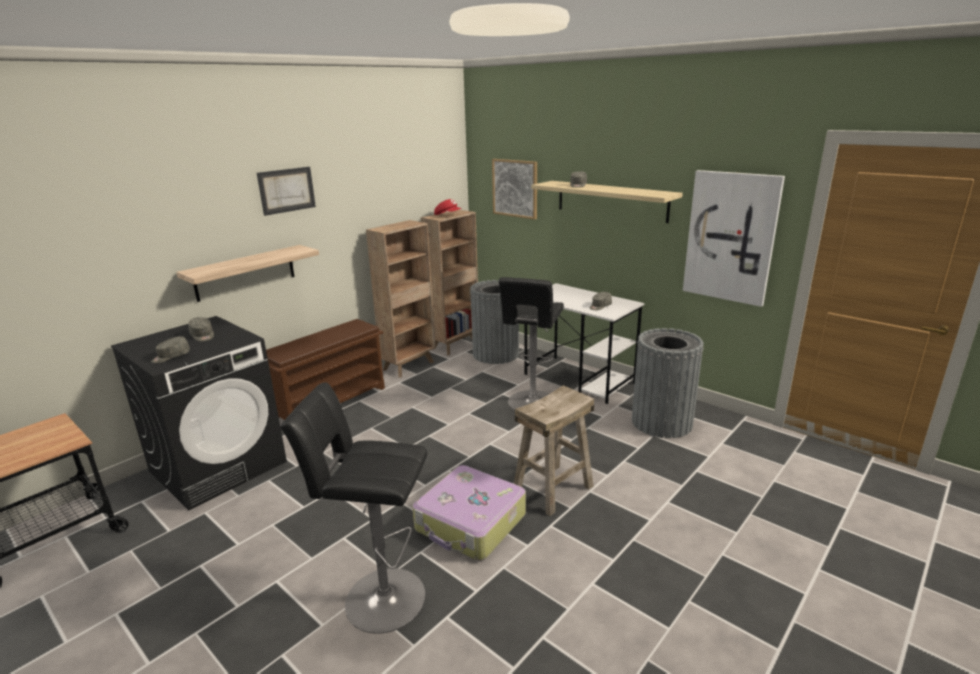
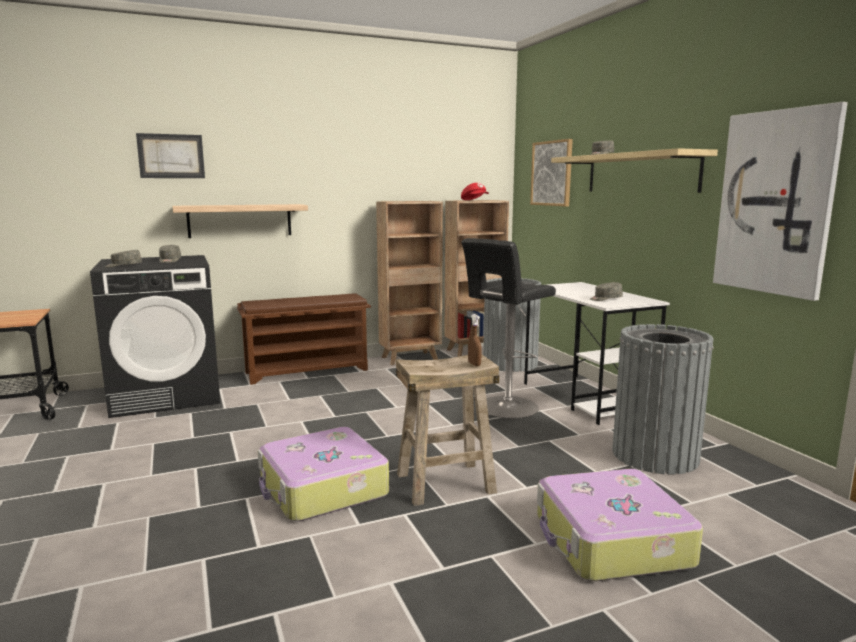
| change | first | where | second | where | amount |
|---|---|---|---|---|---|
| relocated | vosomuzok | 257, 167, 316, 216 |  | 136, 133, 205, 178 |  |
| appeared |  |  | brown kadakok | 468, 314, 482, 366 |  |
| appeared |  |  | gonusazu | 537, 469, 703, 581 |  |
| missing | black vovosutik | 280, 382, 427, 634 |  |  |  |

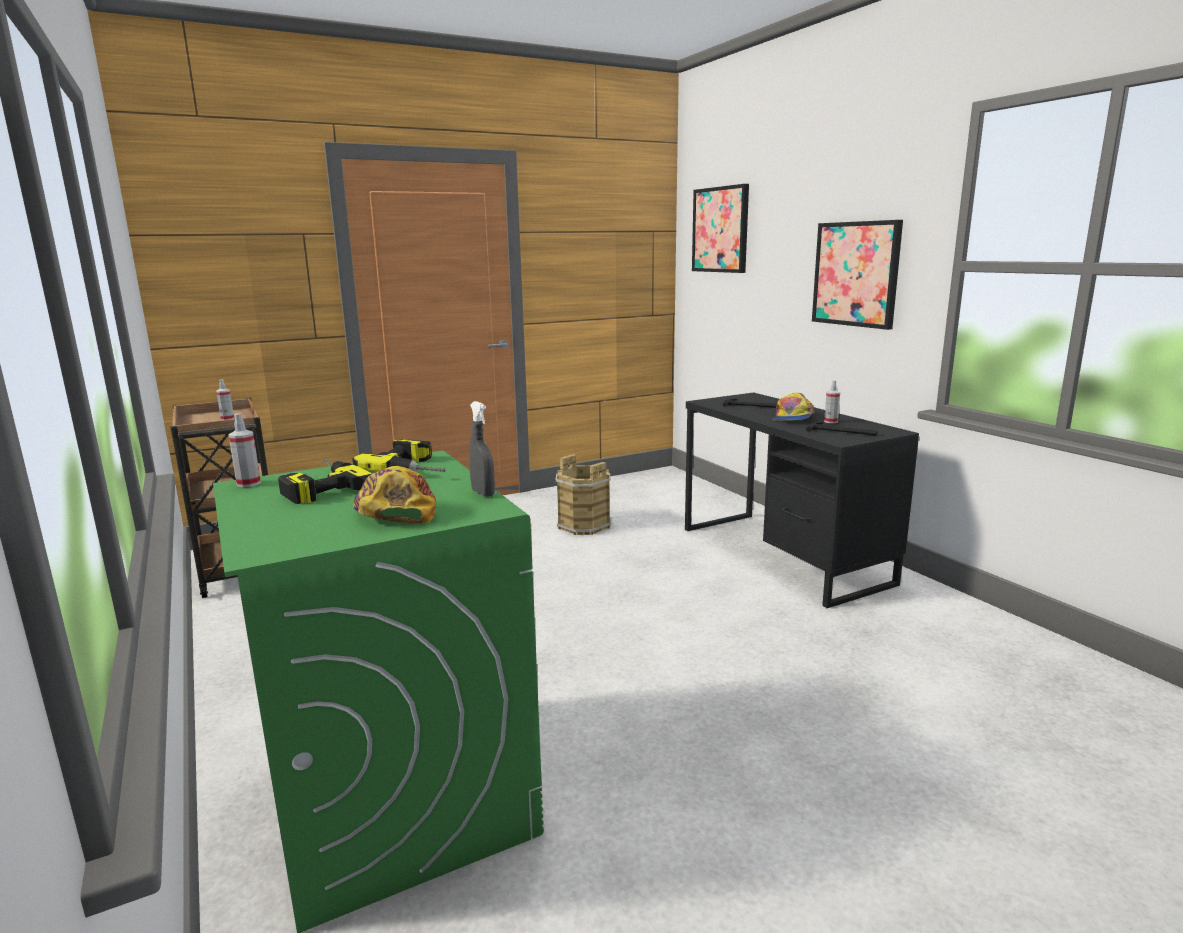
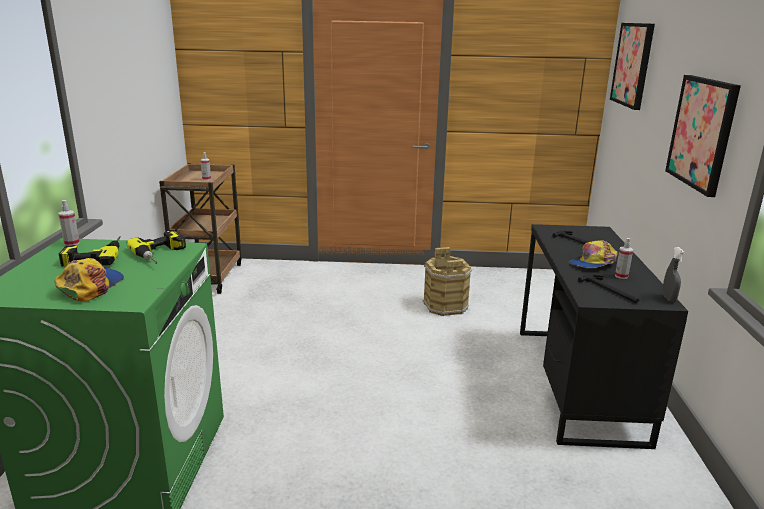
| change | first | where | second | where | amount |
|---|---|---|---|---|---|
| relocated | grey kadakok | 469, 401, 495, 497 |  | 662, 247, 685, 302 |  |

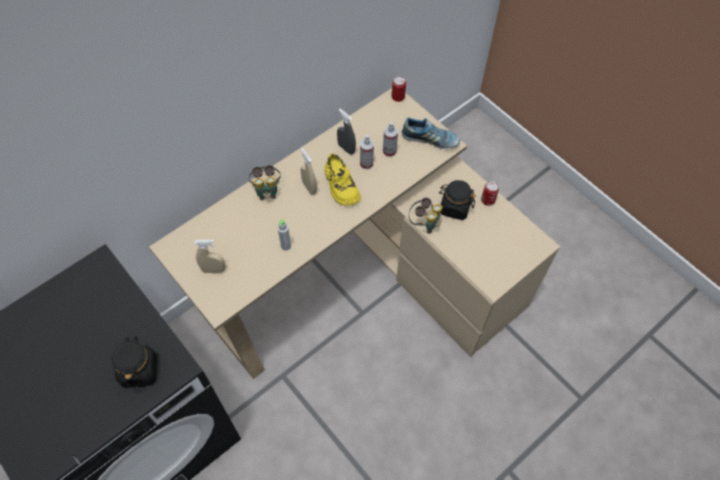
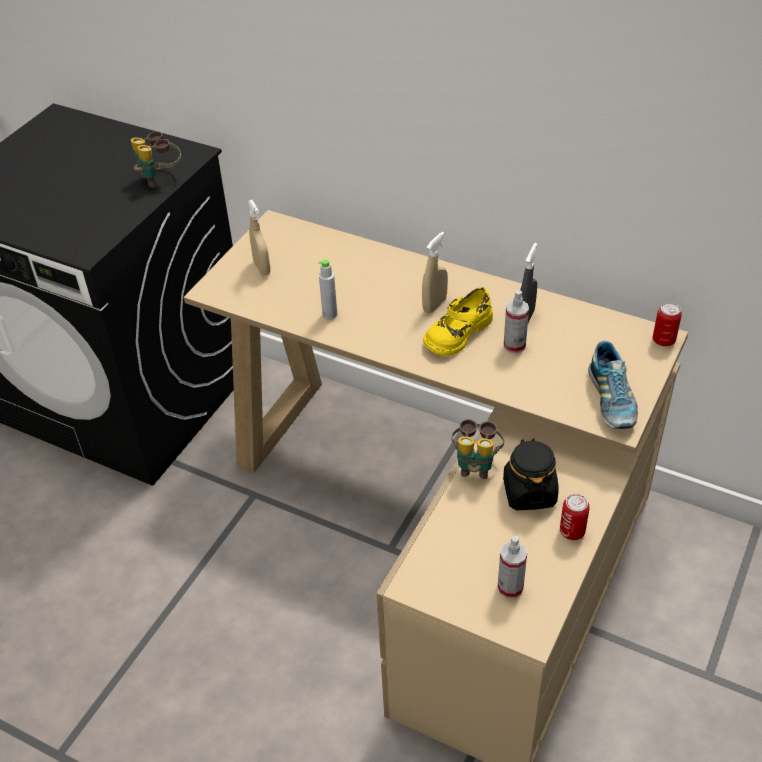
| change | first | where | second | where | amount |
|---|---|---|---|---|---|
| relocated | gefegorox | 248, 165, 281, 200 |  | 131, 131, 182, 188 |  |
| relocated | kadakok | 383, 122, 398, 157 |  | 497, 536, 527, 599 |  |
| missing | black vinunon | 112, 336, 157, 388 |  |  |  |

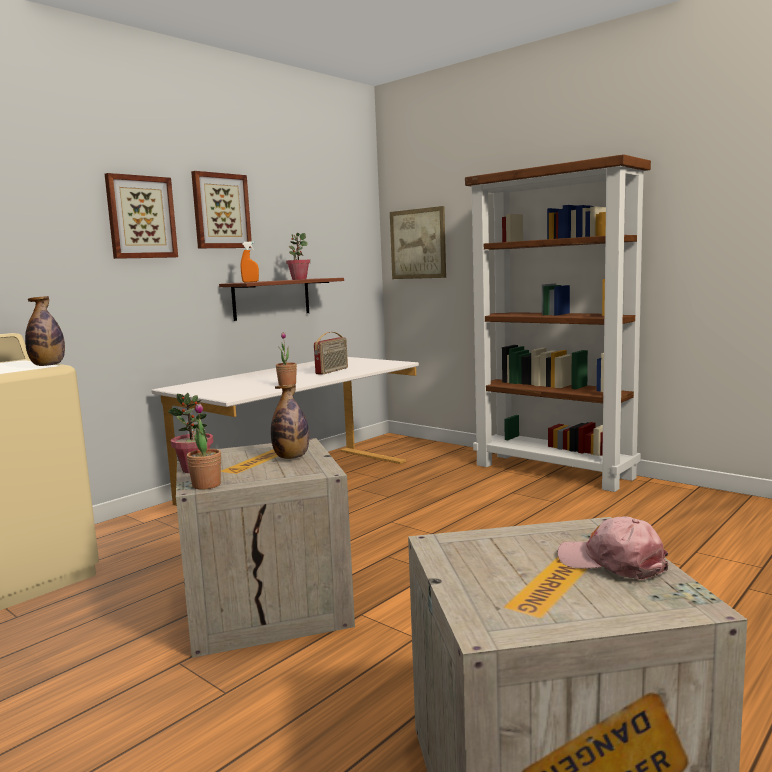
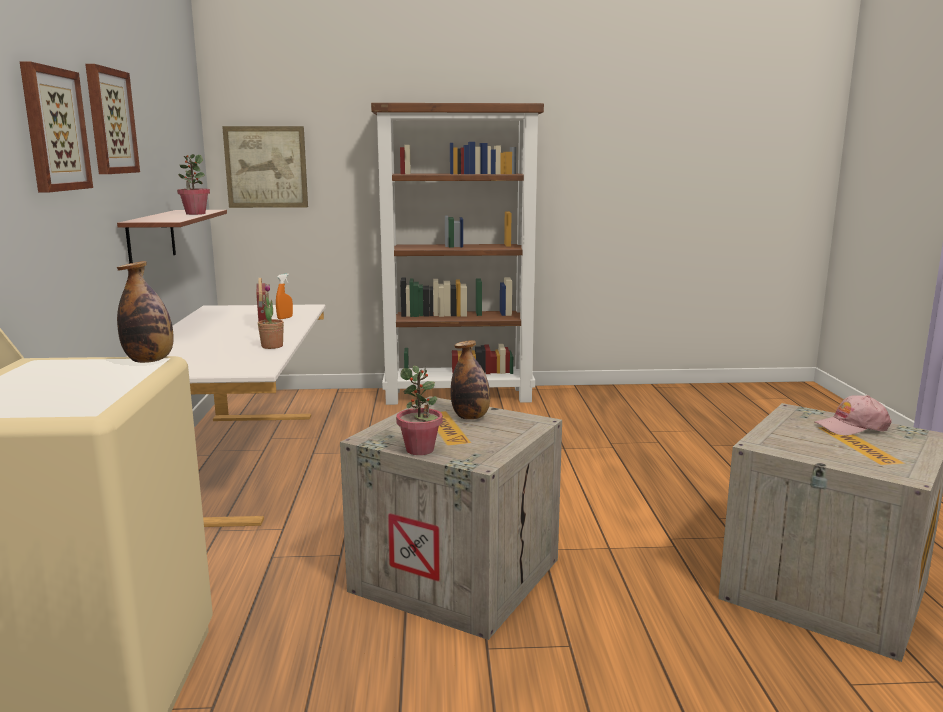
| change | first | where | second | where | amount |
|---|---|---|---|---|---|
| relocated | orange kadakok | 241, 241, 259, 282 |  | 276, 274, 293, 319 |  |
| missing | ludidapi | 187, 403, 221, 490 |  |  |  |

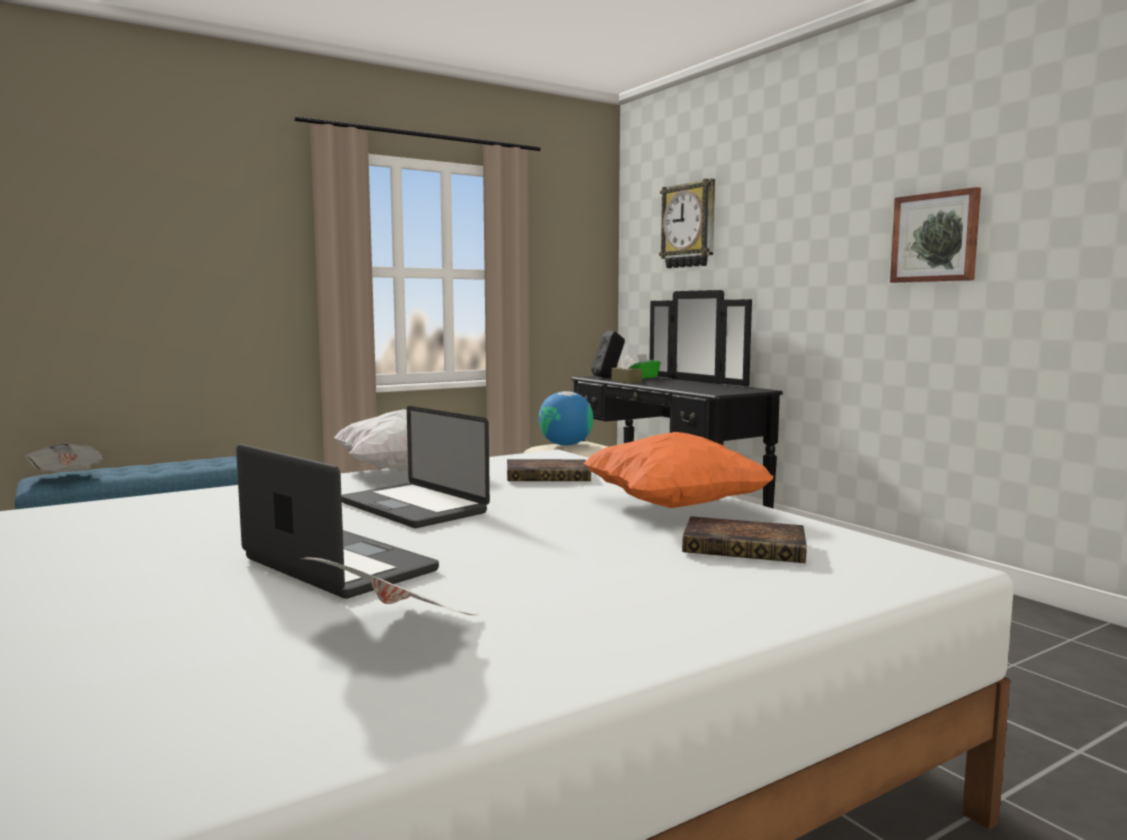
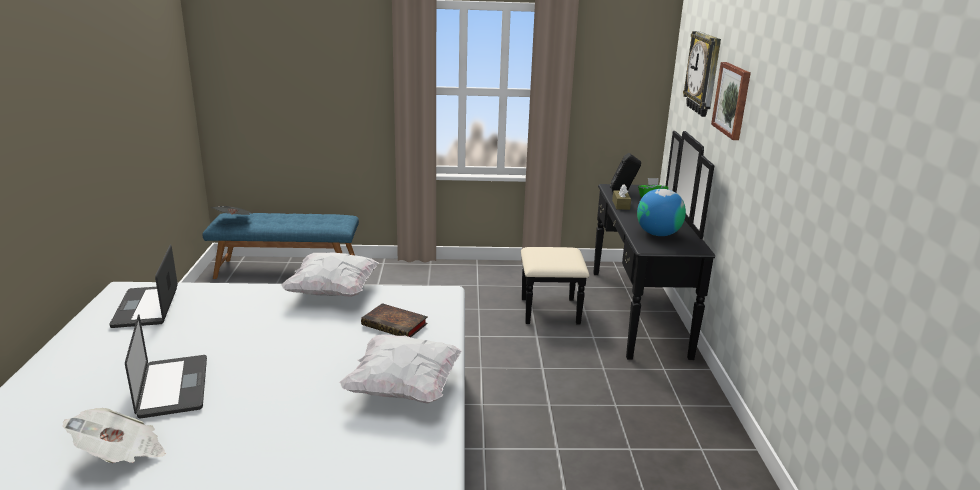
| change | first | where | second | where | amount |
|---|---|---|---|---|---|
| relocated | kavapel | 341, 406, 490, 528 |  | 109, 244, 178, 328 |  |
| colour | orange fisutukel | 584, 432, 773, 508 | white fisutukel | 339, 334, 462, 404 |  |
| relocated | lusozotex | 539, 391, 593, 446 |  | 637, 189, 686, 236 |  |
| relocated | vosomuzok | 890, 187, 981, 283 |  | 711, 62, 751, 140 |  |
| missing | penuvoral | 682, 516, 807, 563 |  |  |  |

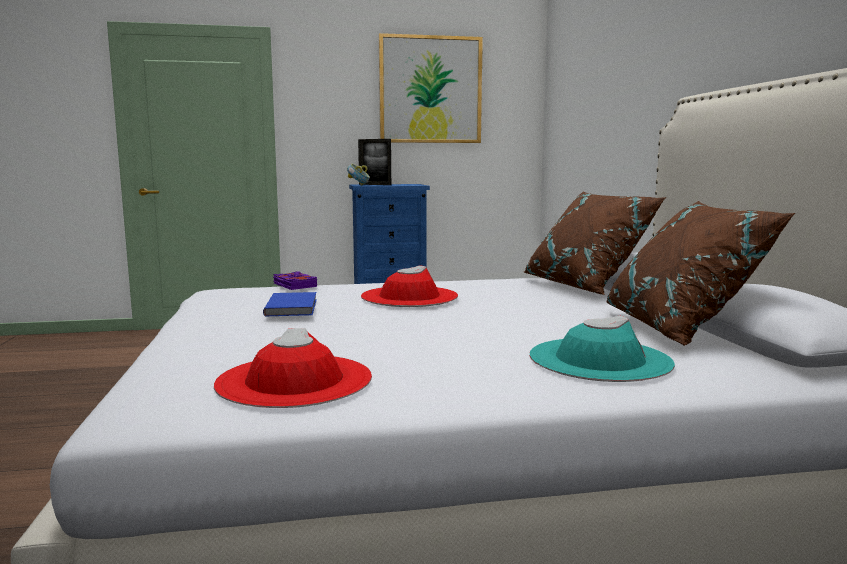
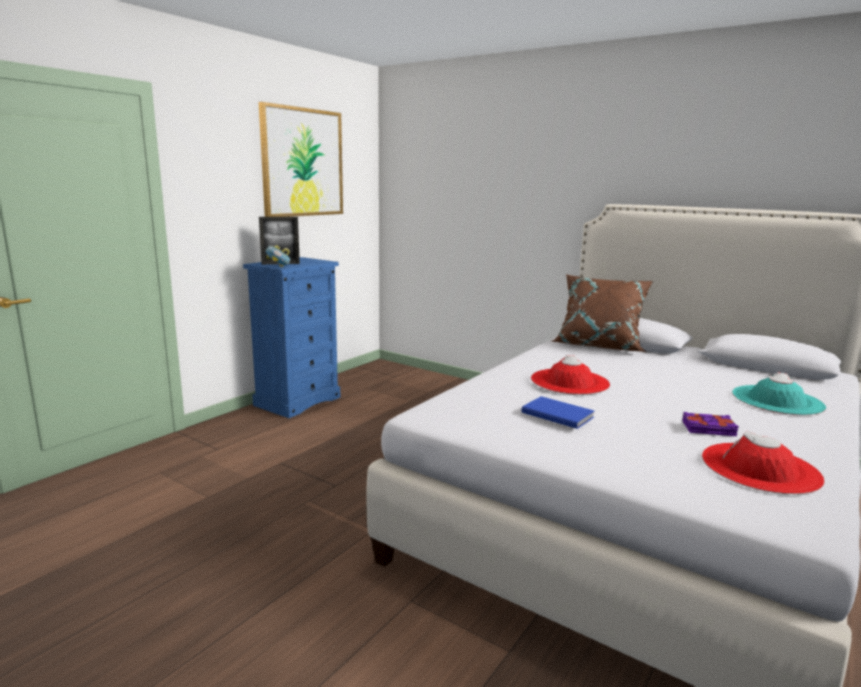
| change | first | where | second | where | amount |
|---|---|---|---|---|---|
| relocated | purple penuvoral | 273, 271, 317, 290 |  | 682, 412, 739, 436 |  |
| missing | brown fisutukel | 607, 201, 795, 346 |  |  |  |

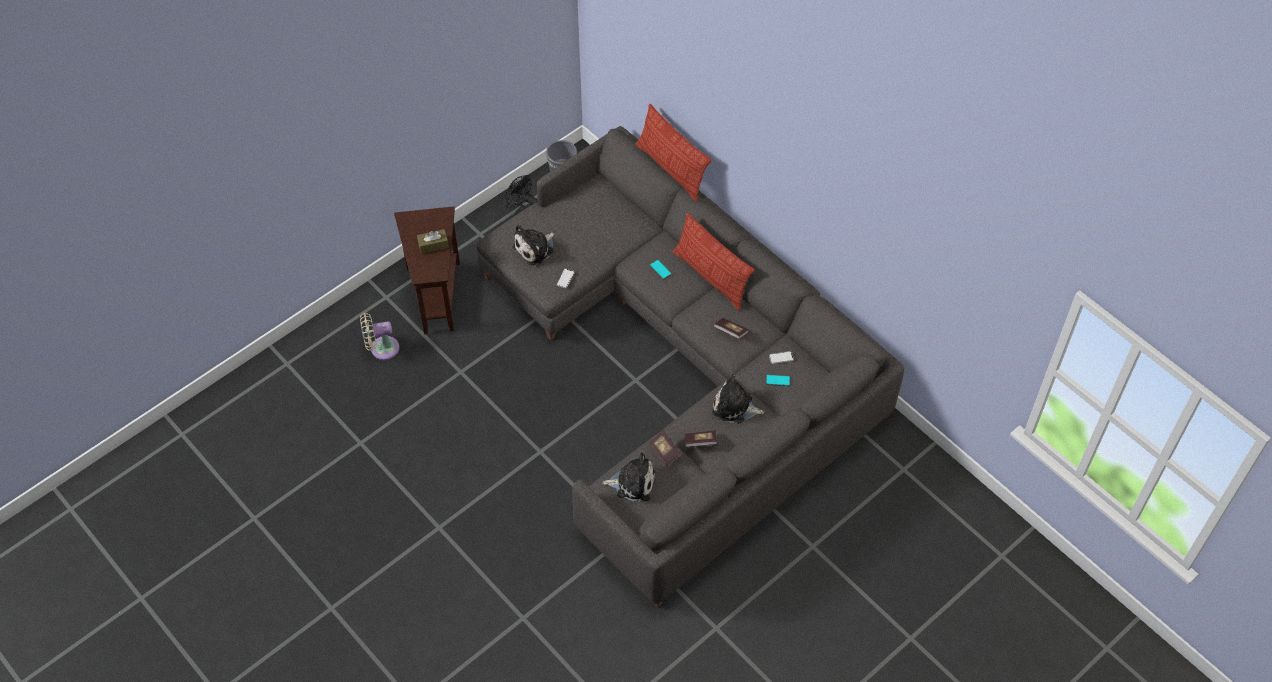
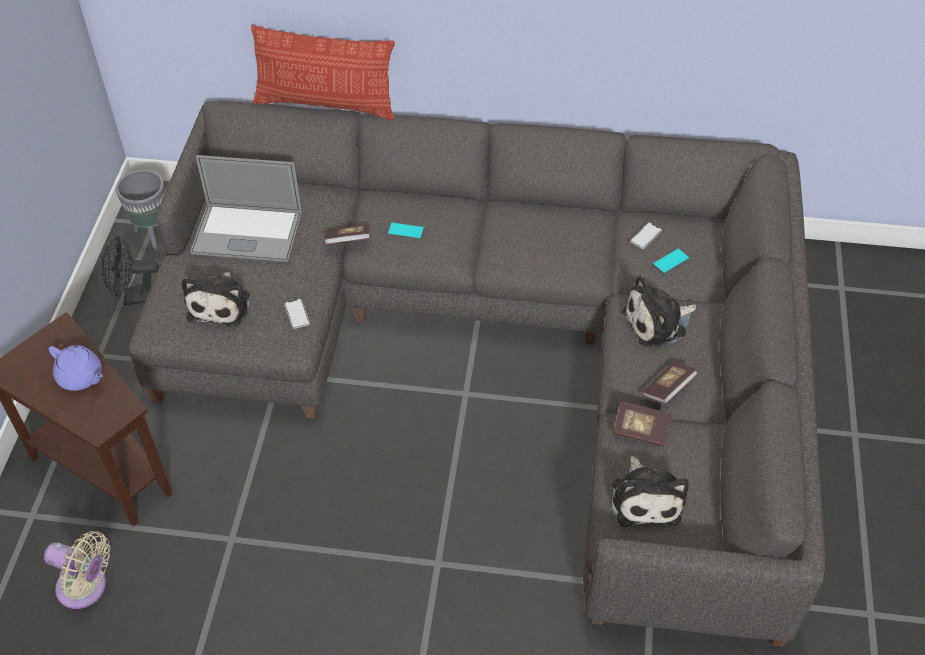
| change | first | where | second | where | amount |
|---|---|---|---|---|---|
| spun | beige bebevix | 360, 313, 399, 360 |  | 44, 531, 110, 609 | 105 degrees counterclockwise |
| exchanged | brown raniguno | 417, 229, 449, 254 | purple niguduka | 48, 345, 103, 391 |  |
| appeared |  |  | kavapel | 191, 155, 302, 262 |  |
| relocated | penuvoral | 714, 318, 749, 339 |  | 324, 224, 371, 245 |  |
| spun | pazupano | 602, 453, 655, 502 |  | 612, 456, 689, 527 | 120 degrees clockwise |
| missing | fisutukel | 673, 213, 755, 311 |  |  |  |

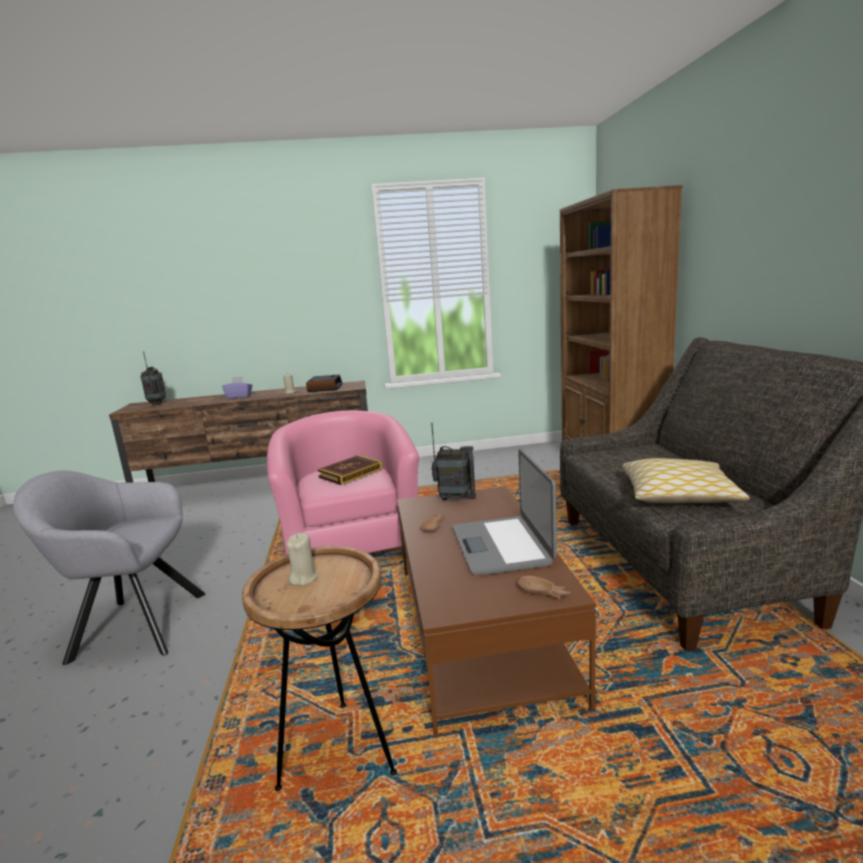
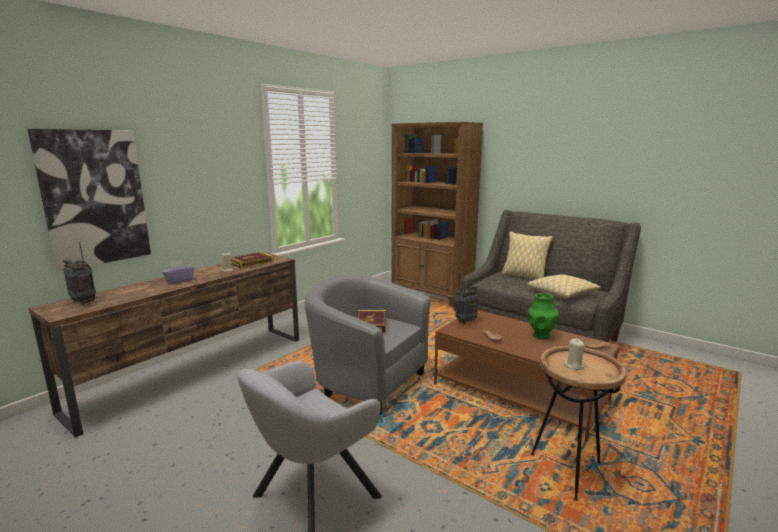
| change | first | where | second | where | amount |
|---|---|---|---|---|---|
| appeared |  |  | vosomuzok | 28, 129, 151, 272 |  |
| exchanged | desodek | 306, 375, 343, 392 | penuvoral | 231, 252, 274, 269 |  |
| colour | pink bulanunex | 267, 411, 419, 555 | grey bulanunex | 305, 275, 431, 414 |  |
| appeared |  |  | fisutukel | 501, 231, 553, 280 |  |
| exchanged | kavapel | 452, 449, 557, 575 | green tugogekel | 527, 293, 559, 339 |  |

